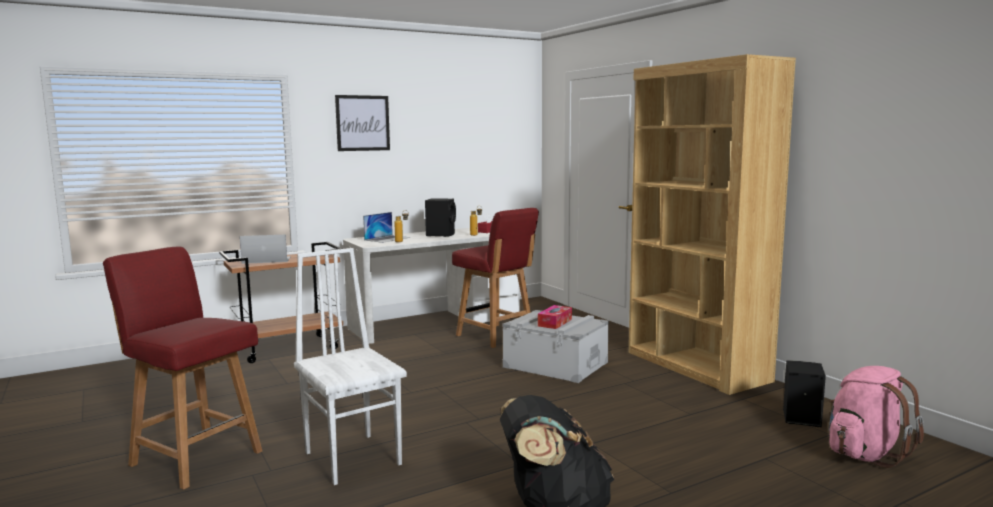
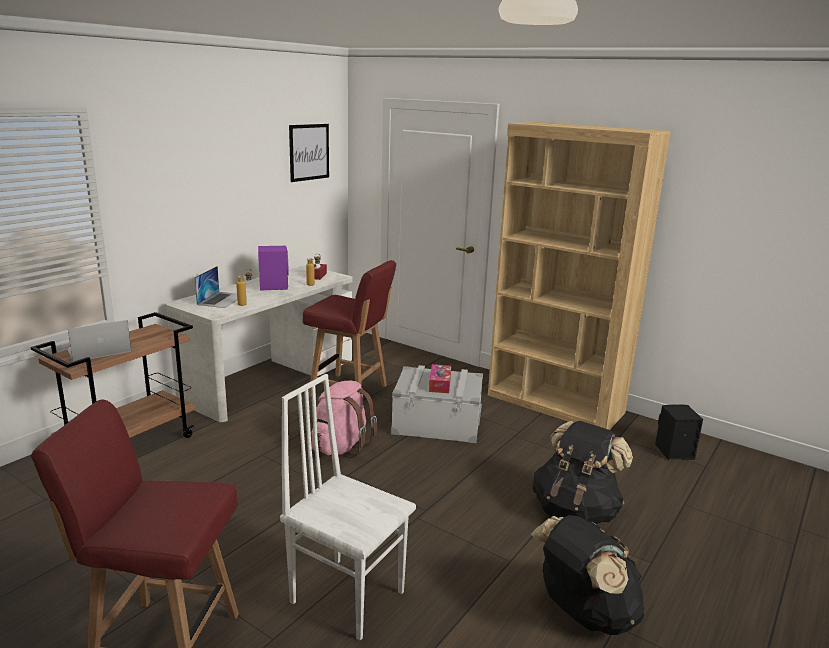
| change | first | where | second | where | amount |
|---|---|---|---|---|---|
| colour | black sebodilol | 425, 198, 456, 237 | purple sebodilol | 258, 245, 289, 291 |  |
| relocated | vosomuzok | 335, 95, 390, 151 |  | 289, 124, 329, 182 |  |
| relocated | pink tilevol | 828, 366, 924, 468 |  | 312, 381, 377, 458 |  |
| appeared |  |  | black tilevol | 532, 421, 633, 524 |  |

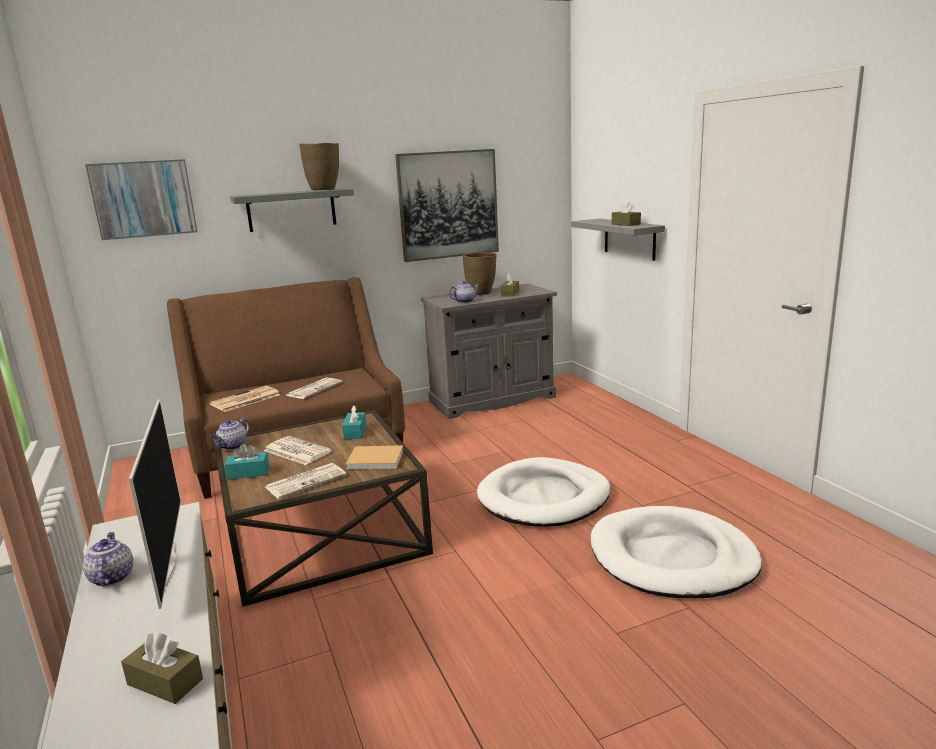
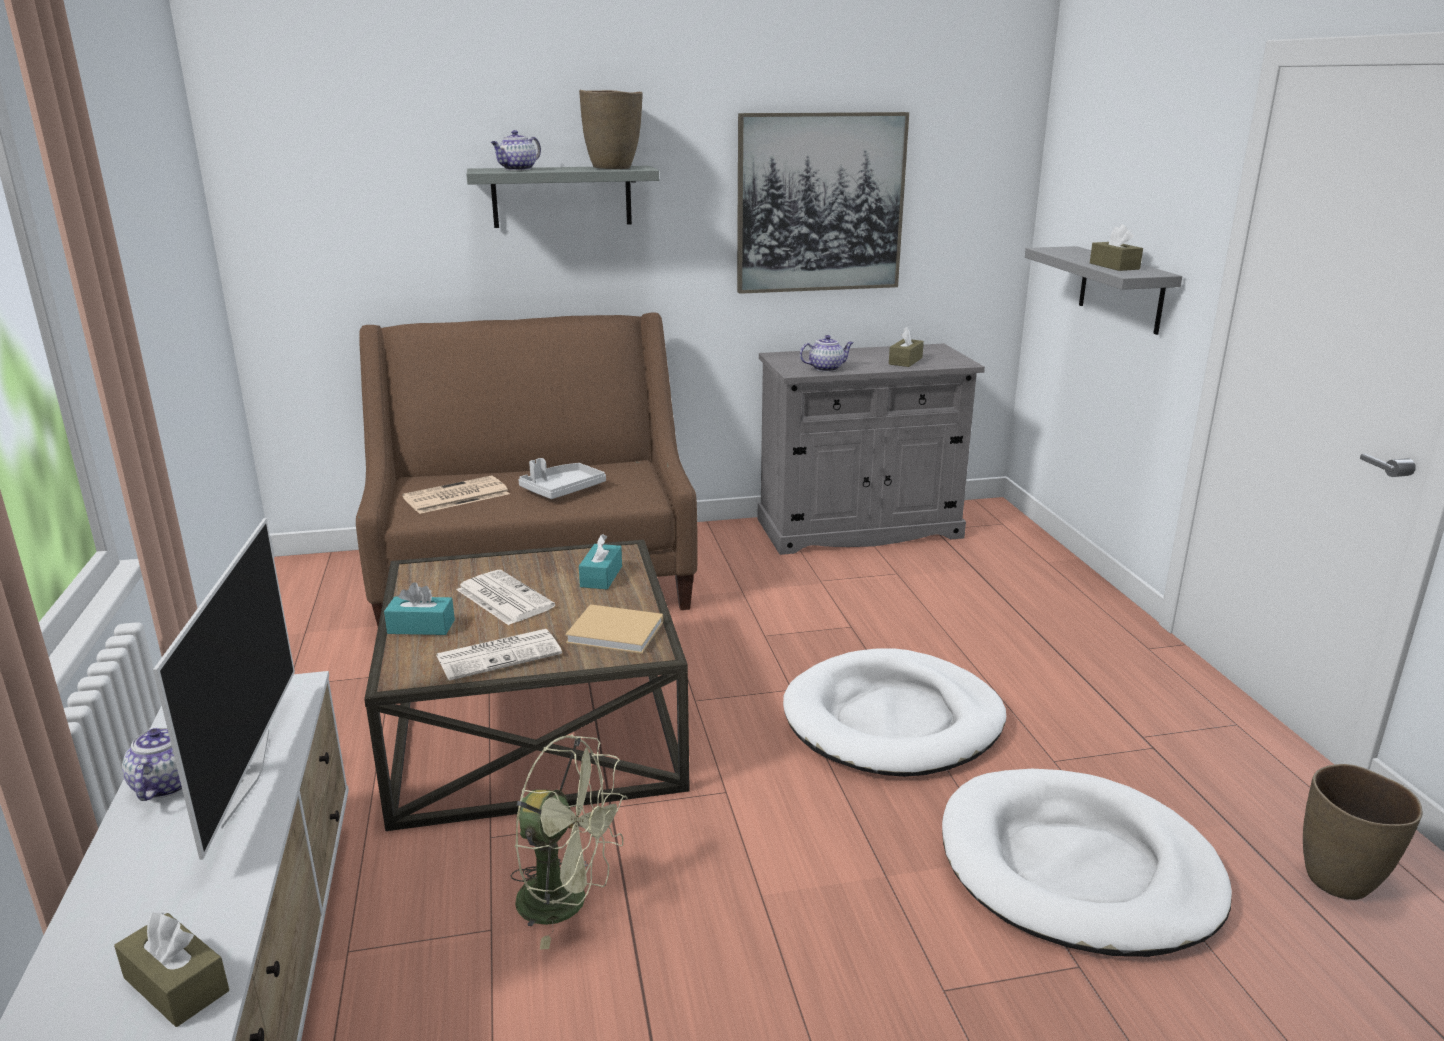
| change | first | where | second | where | amount |
|---|---|---|---|---|---|
| relocated | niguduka | 210, 418, 250, 450 |  | 491, 130, 541, 170 |  |
| appeared |  |  | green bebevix | 511, 735, 627, 950 |  |
| exchanged | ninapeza | 286, 378, 342, 399 | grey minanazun | 518, 458, 606, 499 |  |
| relocated | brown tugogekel | 463, 252, 496, 295 |  | 1303, 764, 1423, 900 |  |
| missing | vosomuzok | 85, 159, 198, 240 |  |  |  |

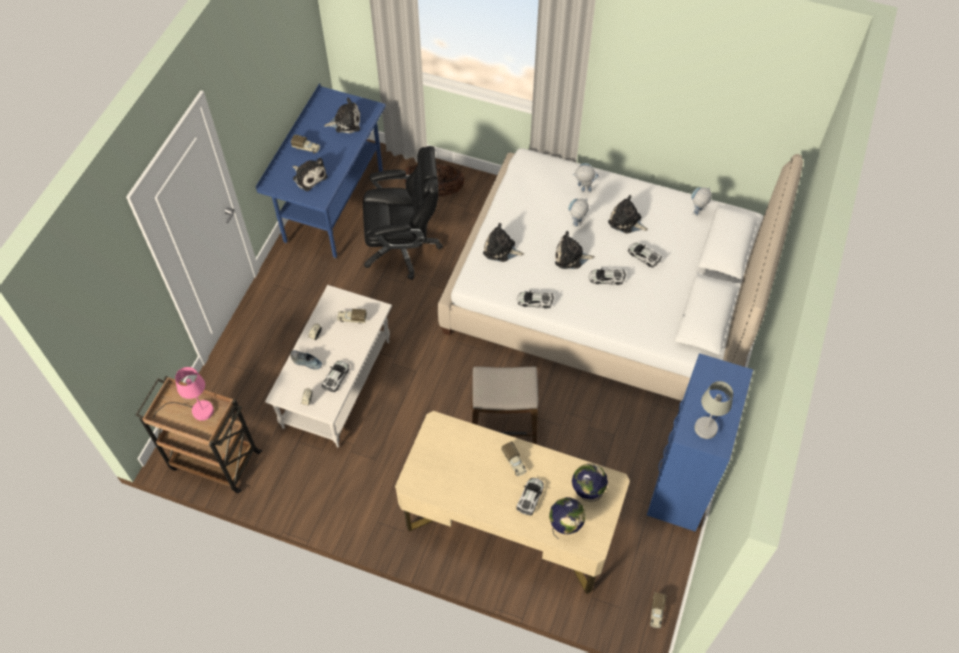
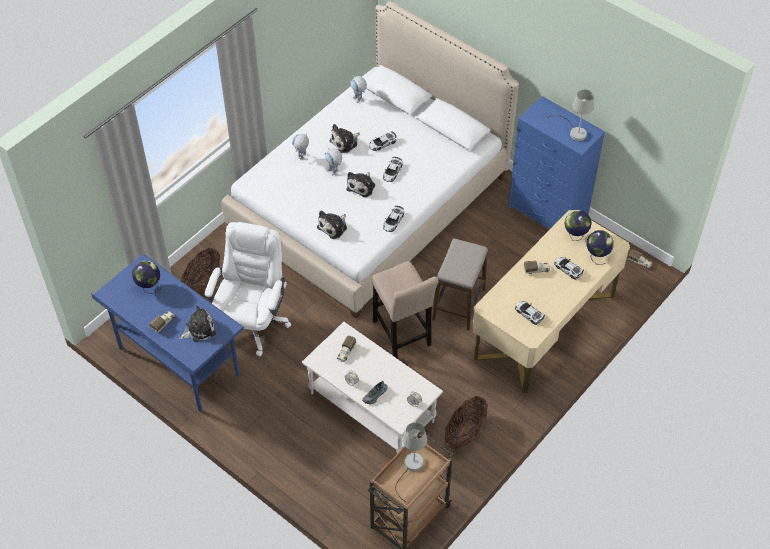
| change | first | where | second | where | amount |
|---|---|---|---|---|---|
| exchanged | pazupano | 324, 98, 360, 134 | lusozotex | 132, 261, 161, 294 |  |
| colour | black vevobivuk | 363, 146, 443, 280 | white vevobivuk | 205, 222, 291, 356 |  |
| appeared |  |  | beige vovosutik | 372, 261, 438, 359 |  |
| colour | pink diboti | 153, 367, 214, 421 | grey diboti | 395, 422, 427, 502 |  |
| appeared |  |  | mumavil | 445, 396, 487, 450 |  |
| relocated | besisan | 322, 360, 349, 392 |  | 515, 301, 545, 325 |  |

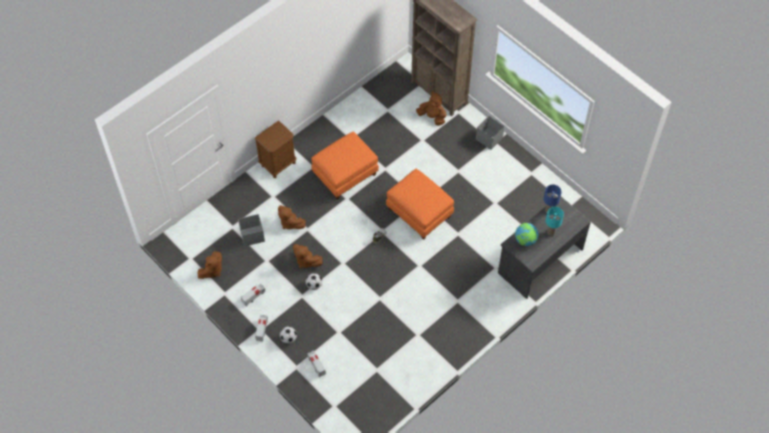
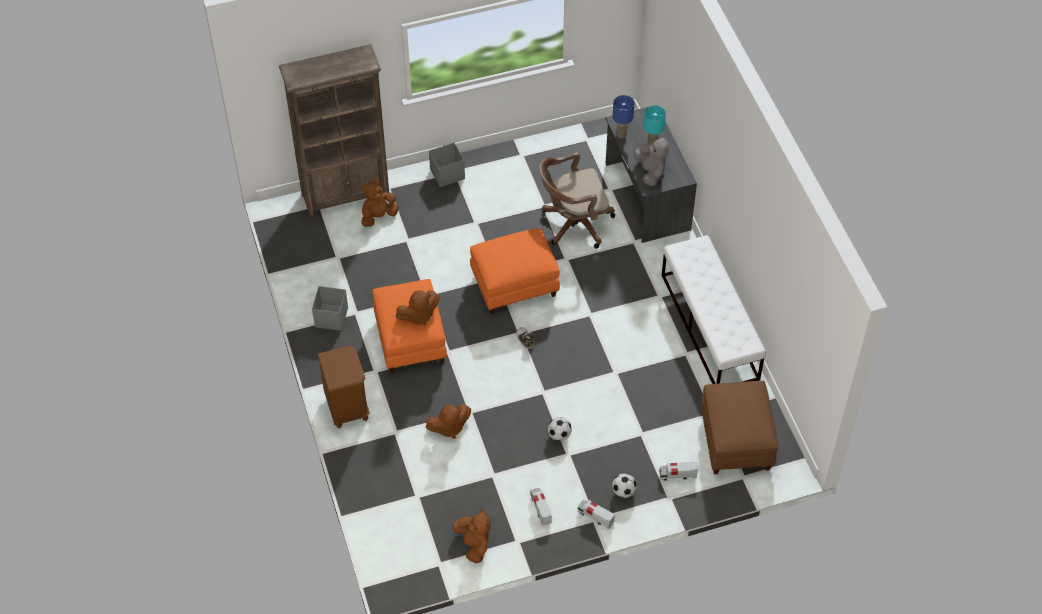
| change | first | where | second | where | amount |
|---|---|---|---|---|---|
| relocated | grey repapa | 238, 214, 265, 246 |  | 312, 286, 348, 331 |  |
| relocated | brown pazupano | 293, 244, 323, 268 |  | 396, 290, 439, 326 |  |
| appeared |  |  | brown vevobivuk | 540, 152, 615, 248 |  |
| exchanged | lusozotex | 515, 223, 538, 246 | grey pazupano | 634, 135, 669, 186 |  |
| appeared |  |  | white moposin | 662, 235, 766, 384 |  |
| appeared |  |  | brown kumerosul | 700, 381, 778, 474 |  |

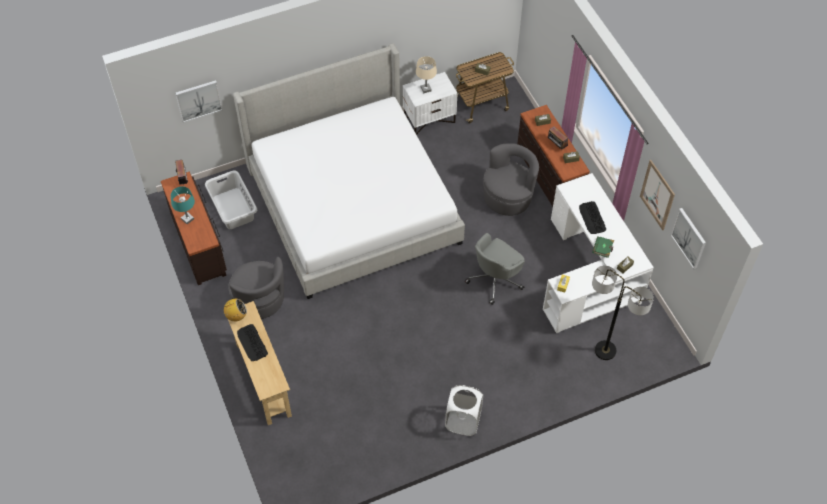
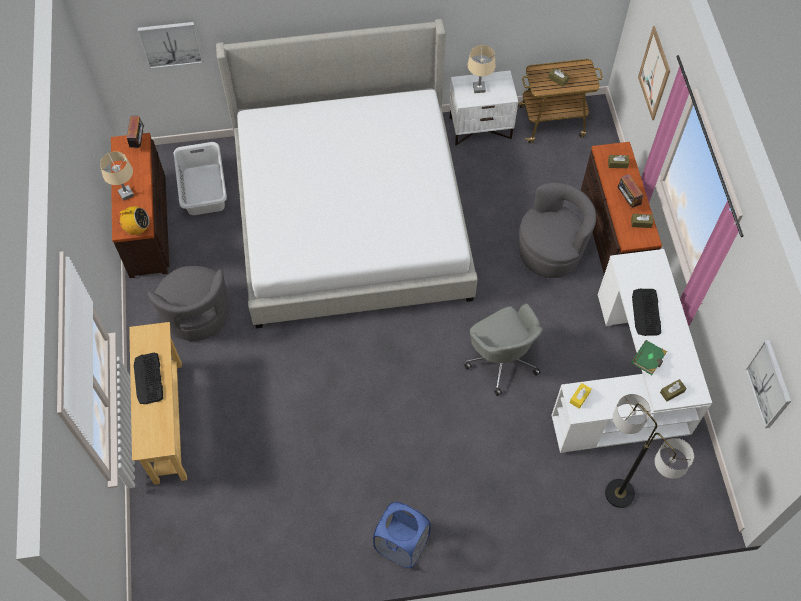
| change | first | where | second | where | amount |
|---|---|---|---|---|---|
| colour | turquoise diboti | 171, 186, 195, 224 | beige diboti | 100, 151, 134, 201 |  |
| relocated | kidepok | 224, 299, 247, 322 |  | 118, 206, 150, 235 |  |
| colour | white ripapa | 445, 385, 483, 436 | blue ripapa | 373, 502, 431, 568 |  |
| spun | grey vevobivuk | 465, 233, 525, 305 |  | 464, 304, 542, 396 | 90 degrees counterclockwise |
| relocated | vosomuzok | 640, 160, 675, 230 |  | 638, 26, 670, 120 |  |

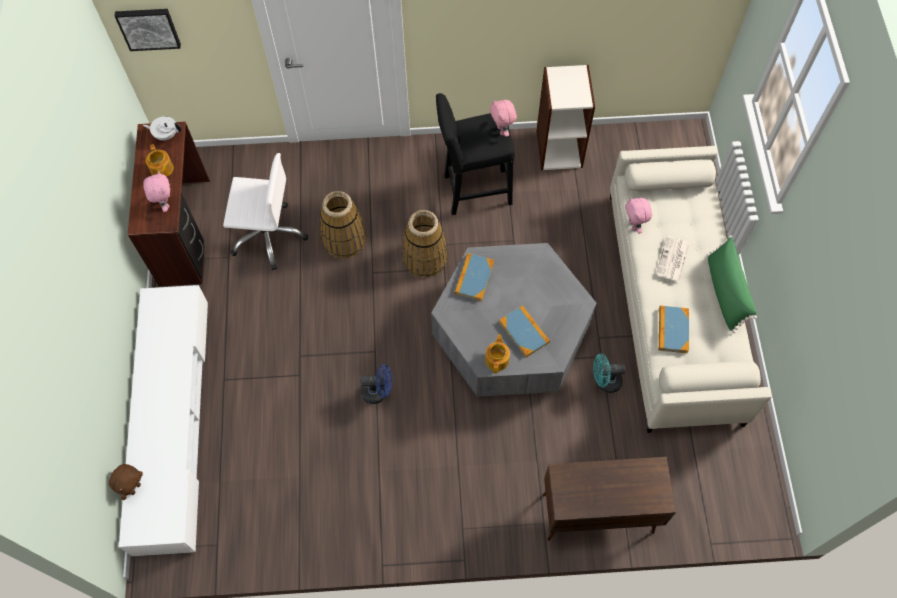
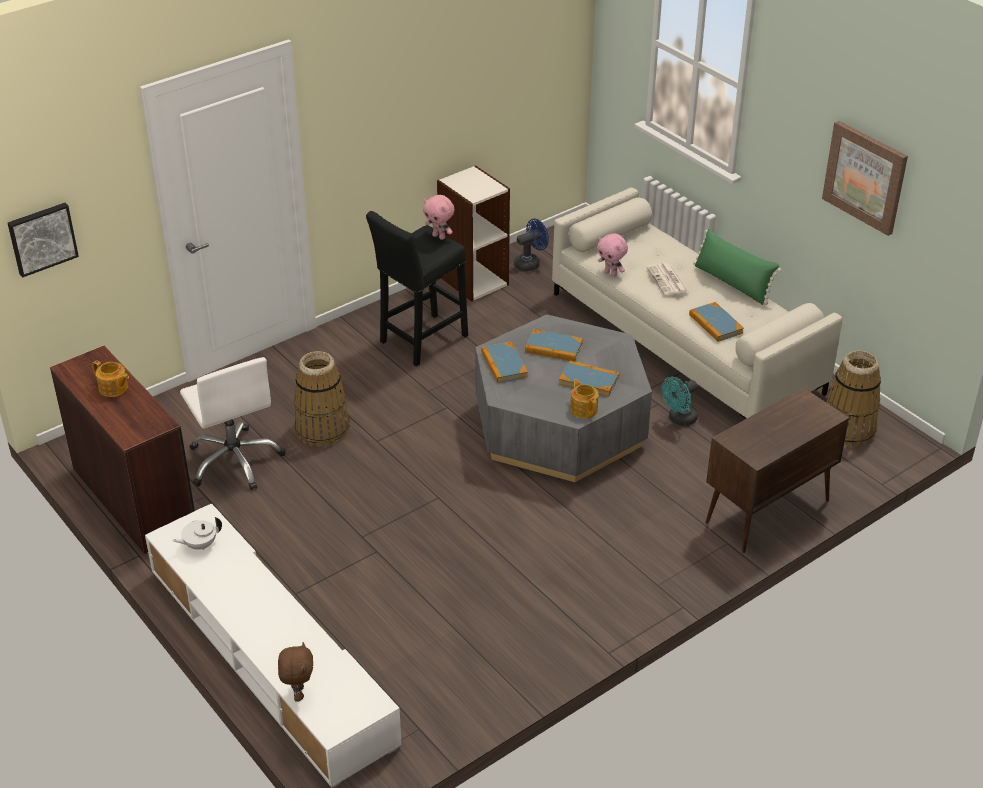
| change | first | where | second | where | amount |
|---|---|---|---|---|---|
| relocated | white niguduka | 143, 116, 181, 141 |  | 172, 517, 222, 550 |  |
| spun | white vevobivuk | 223, 153, 308, 270 |  | 180, 357, 286, 490 | 90 degrees clockwise |
| relocated | blue bebevix | 360, 364, 392, 404 |  | 514, 219, 549, 271 |  |
| appeared |  |  | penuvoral | 525, 329, 583, 361 |  |
| appeared |  |  | vosomuzok | 822, 121, 908, 236 |  |
| relocated | mumavil | 402, 210, 448, 278 |  | 826, 351, 881, 446 |  |
| missing | pink pazupano | 143, 171, 170, 212 |  |  |  |

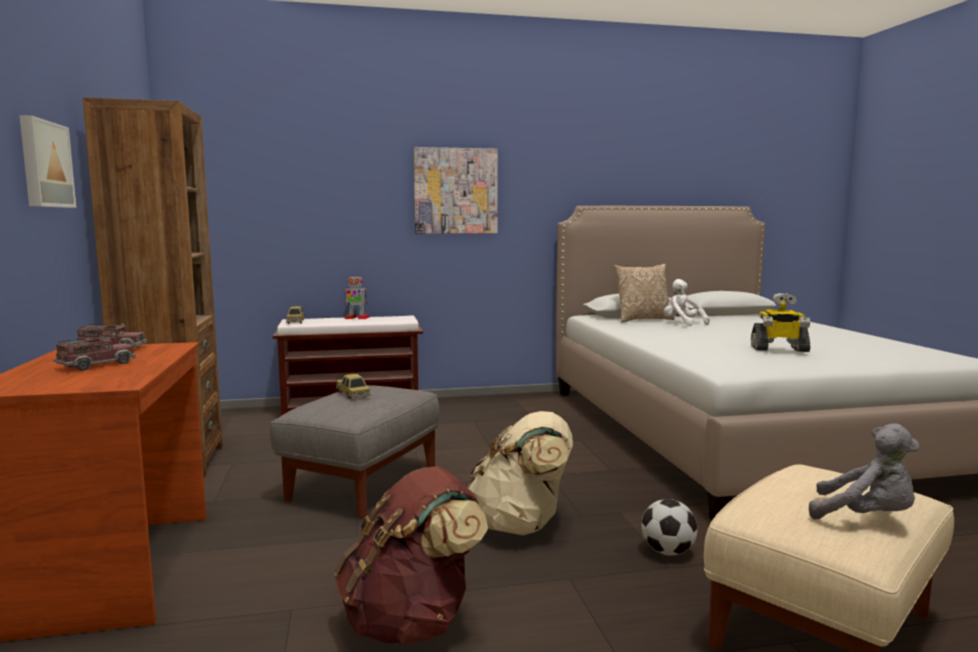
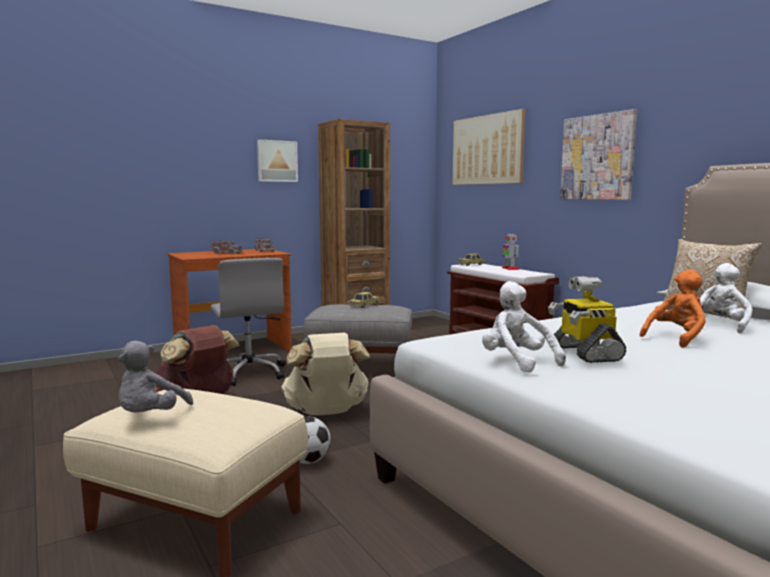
| change | first | where | second | where | amount |
|---|---|---|---|---|---|
| appeared |  |  | grey vevobivuk | 210, 258, 285, 386 |  |
| appeared |  |  | vosomuzok | 452, 109, 525, 185 |  |
| appeared |  |  | white pazupano | 482, 281, 566, 373 |  |
| appeared |  |  | orange pazupano | 640, 269, 706, 348 |  |

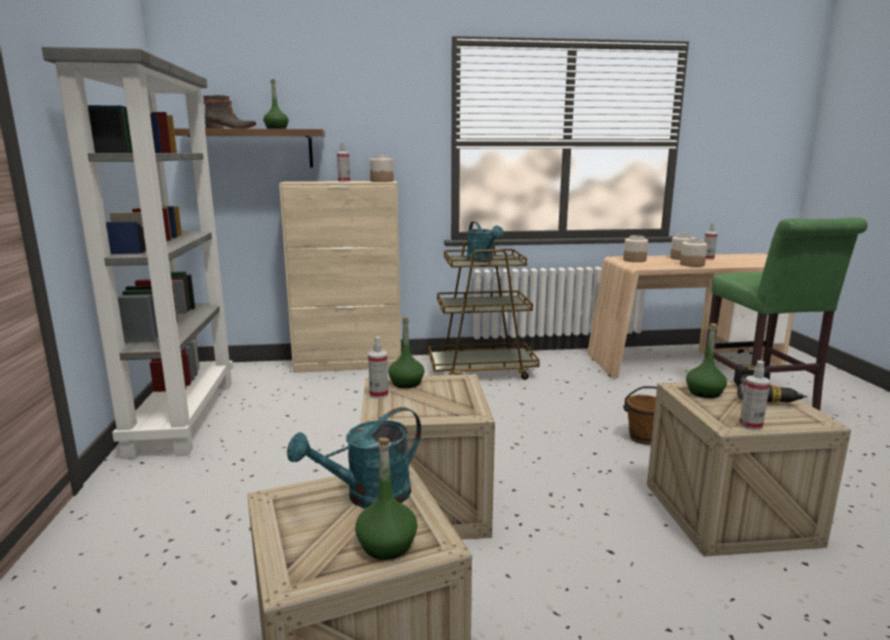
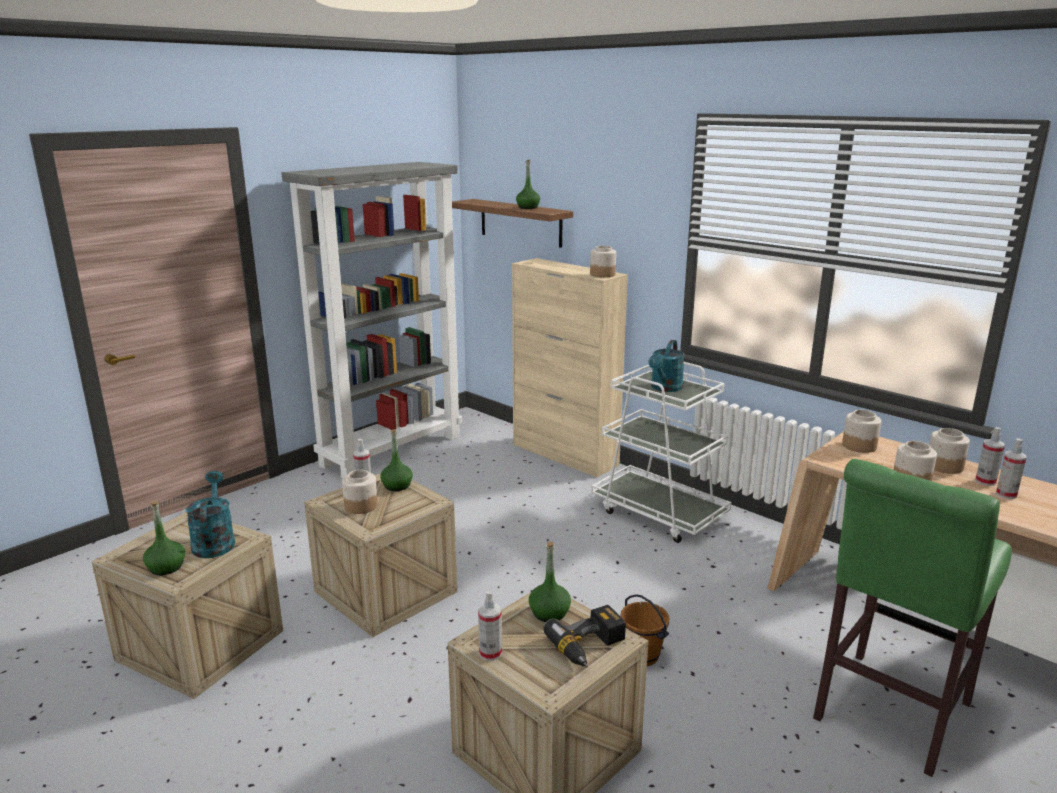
| change | first | where | second | where | amount |
|---|---|---|---|---|---|
| spun | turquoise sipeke | 287, 407, 421, 509 |  | 186, 471, 235, 558 | 60 degrees clockwise |
| appeared |  |  | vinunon | 342, 470, 378, 514 |  |
| colour | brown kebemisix | 429, 241, 540, 380 | white kebemisix | 591, 362, 731, 543 |  |
| relocated | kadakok | 337, 142, 350, 182 |  | 996, 438, 1027, 499 |  |
| missing | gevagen | 203, 95, 256, 129 |  |  |  |

